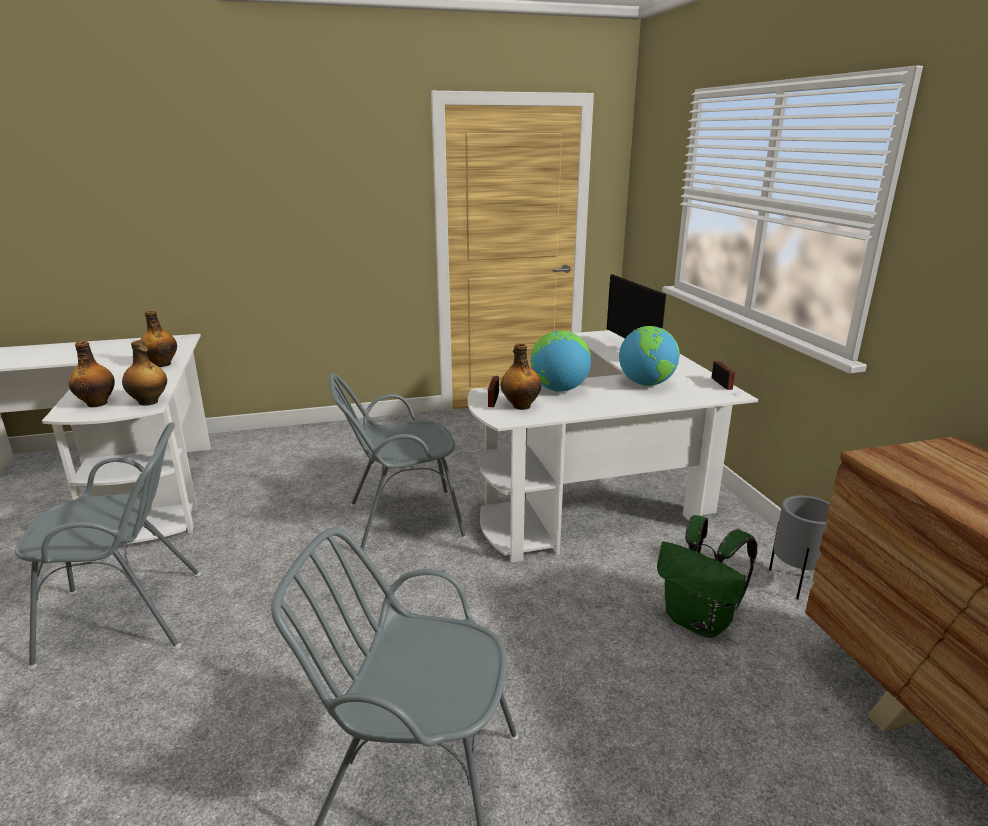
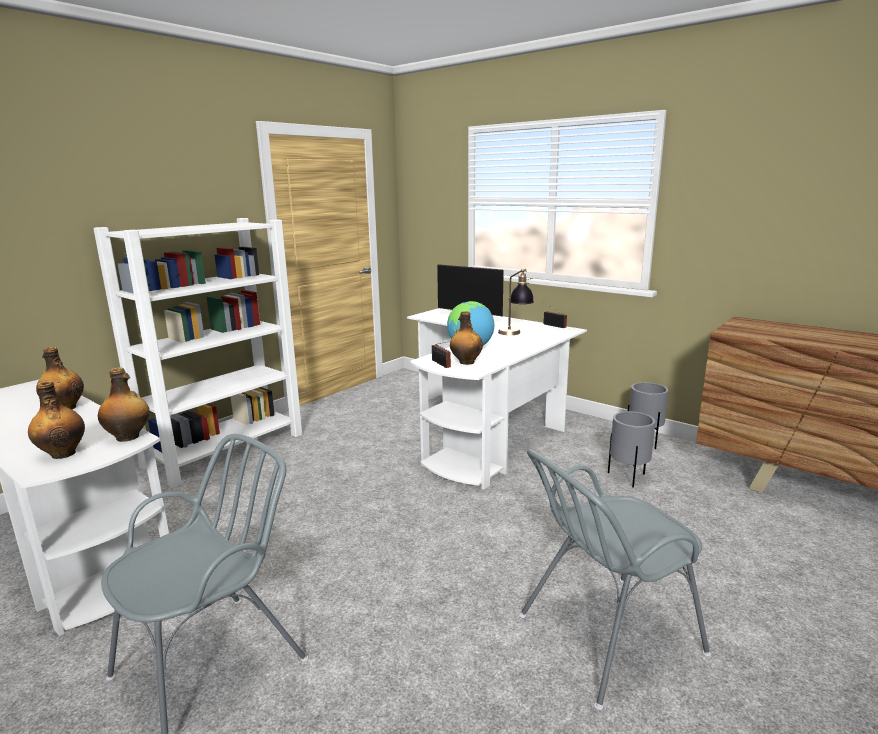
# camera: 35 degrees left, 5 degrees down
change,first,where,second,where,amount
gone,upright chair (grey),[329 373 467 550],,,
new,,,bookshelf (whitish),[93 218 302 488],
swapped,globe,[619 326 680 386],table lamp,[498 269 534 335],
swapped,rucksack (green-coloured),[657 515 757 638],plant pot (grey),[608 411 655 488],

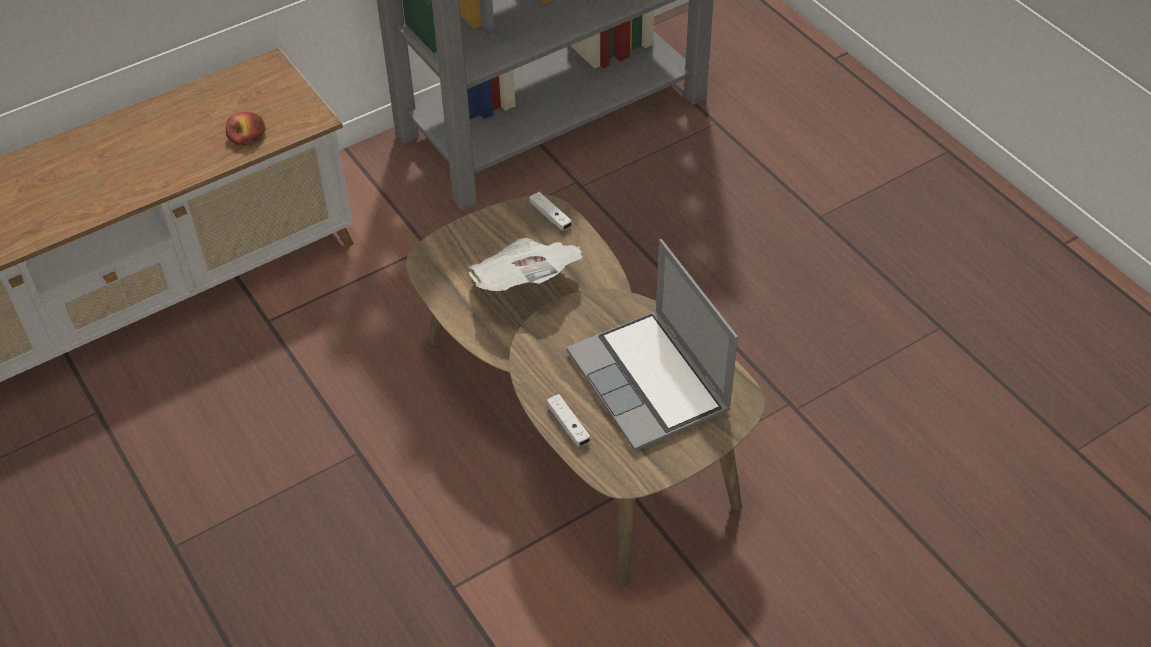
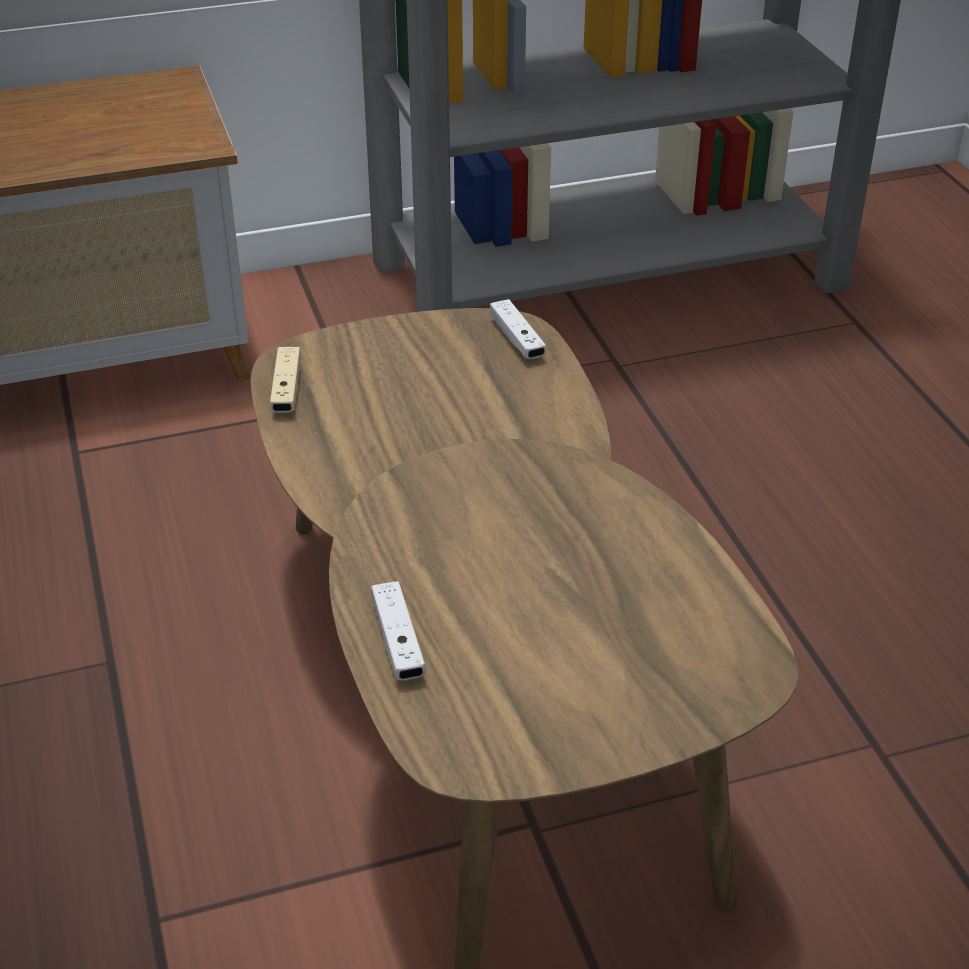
# camera: 15 degrees right, 10 degrees down
change,first,where,second,where,amount
gone,apple fruit,[226 112 266 146],,,
gone,newspaper,[468 238 583 291],,,
gone,laptop,[567 239 738 451],,,
new,,,gamepad (beige-coloured),[270 347 301 413],

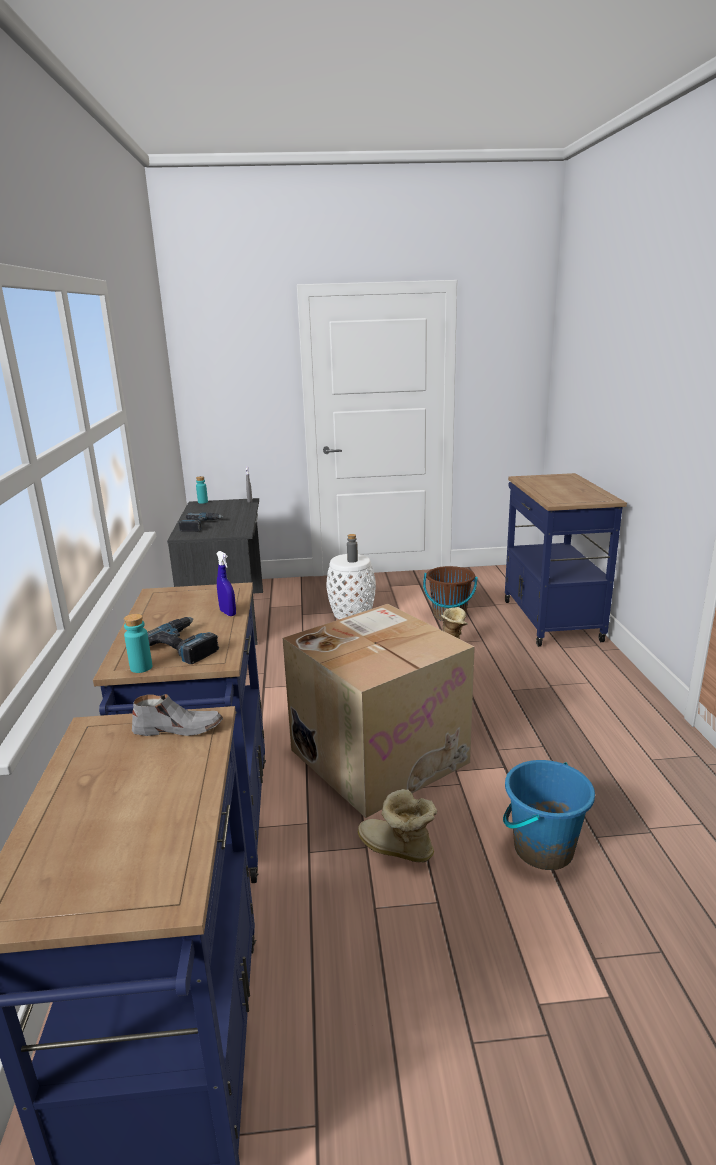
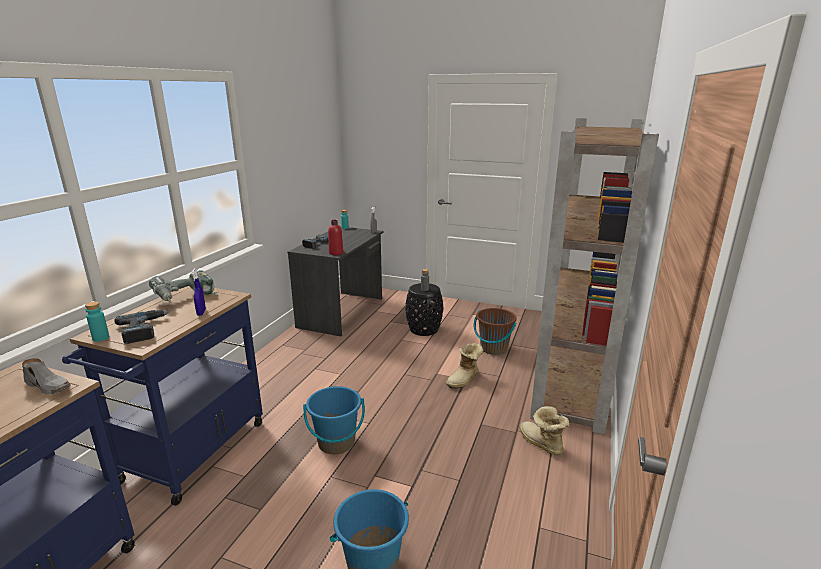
# camera: 25 degrees right, 0 degrees up
change,first,where,second,where,amount
new,,,drill,[149 270 218 303],
new,,,beverage bottle (reddish),[328 220 344 255],
shifted,high-top boot,[358 789 437 862],,[520 406 570 455],
swapped,cardboard box,[283 604 475 818],bucket (bluish),[303 386 365 454],
swapped,cart (bluish),[505 473 627 647],bookshelf (brown-coloured),[530 118 659 435],
repainted,sitting stool (whitish),[326 554 376 619],sitting stool (black-coloured),[405 283 443 336],

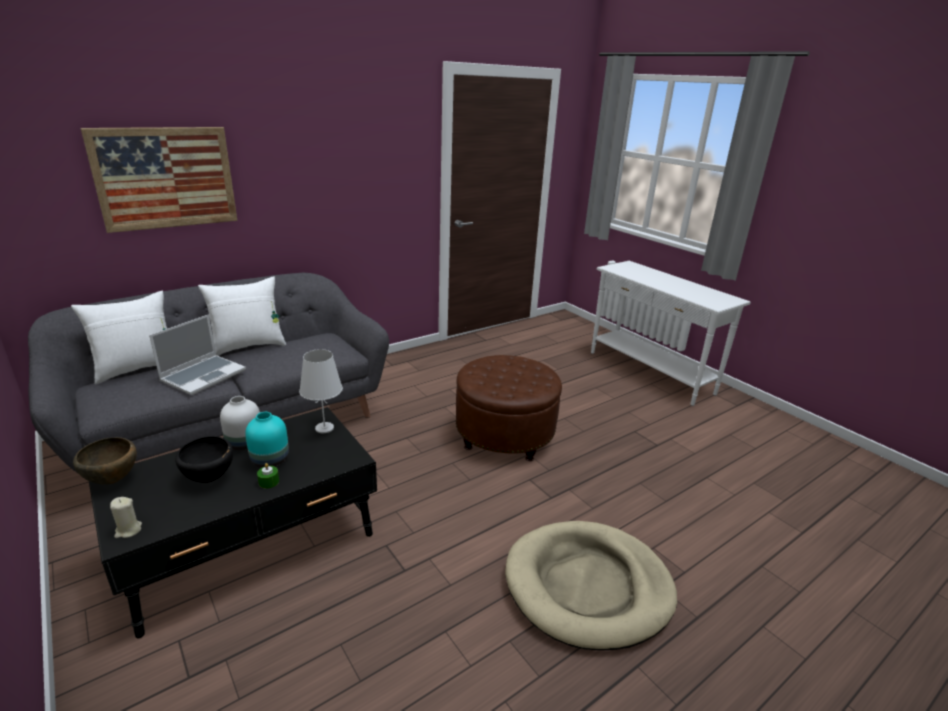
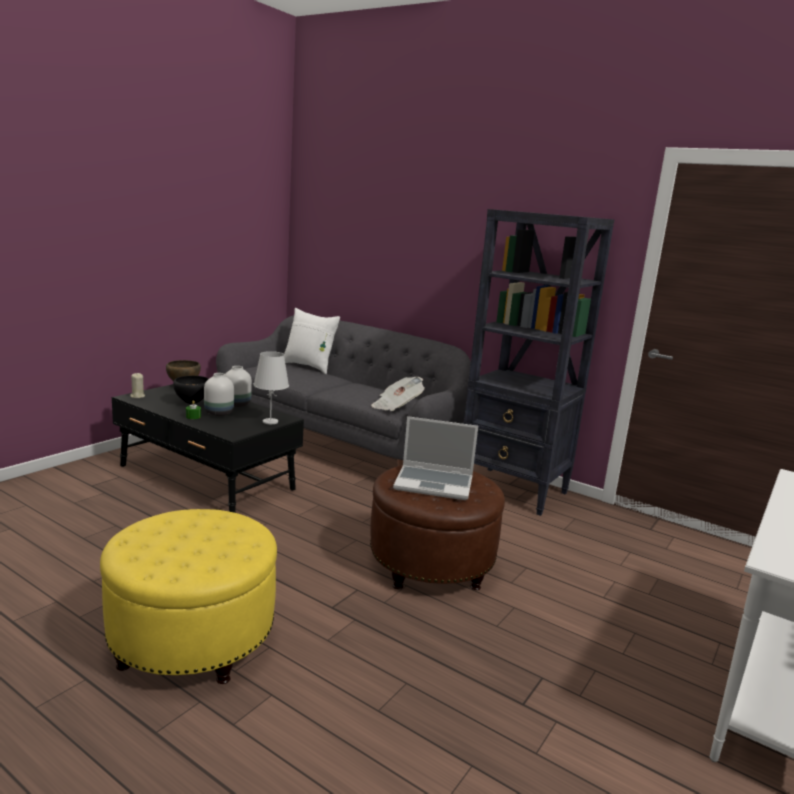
# camera: 70 degrees right, 10 degrees down
change,first,where,second,where,amount
gone,wall picture,[81 127 238 233],,,
gone,cushion (whitish),[198 276 286 356],,,
new,,,newspaper,[371 377 425 411],
new,,,bookshelf (black-coloured),[463 209 614 516],
shifted,laptop,[149 314 246 395],,[393 416 478 500],
swapped,pet bed (beige-coloured),[505 521 677 650],footrest (yellow-coloured),[100 509 277 684],
repainted,flower vase (turquoise-coloured),[245 412 289 468],flower vase (whitish),[204 373 234 416],

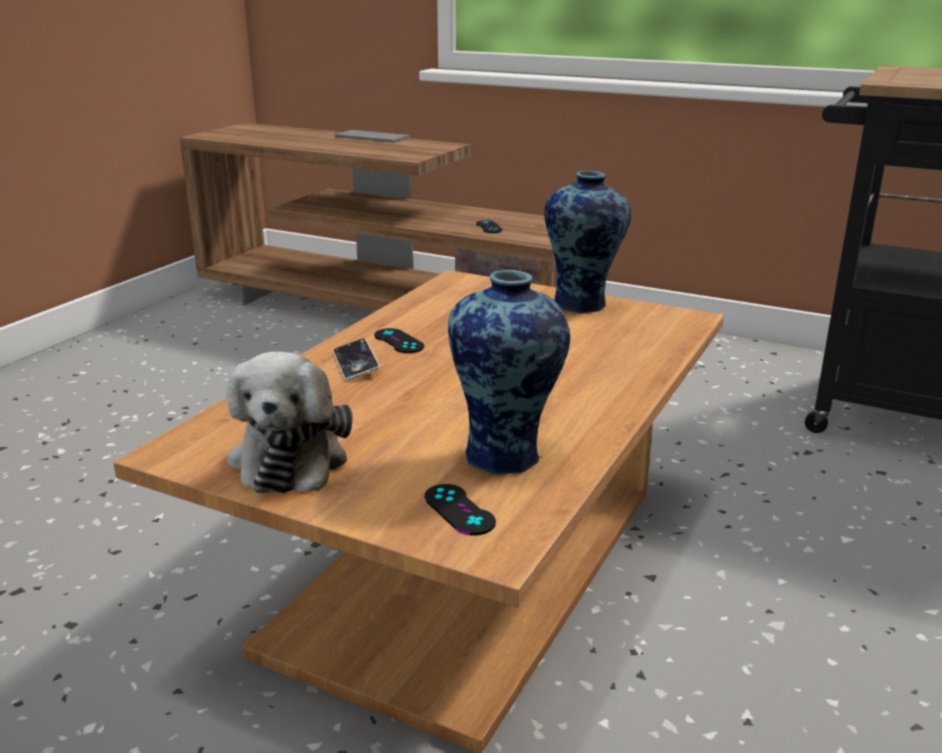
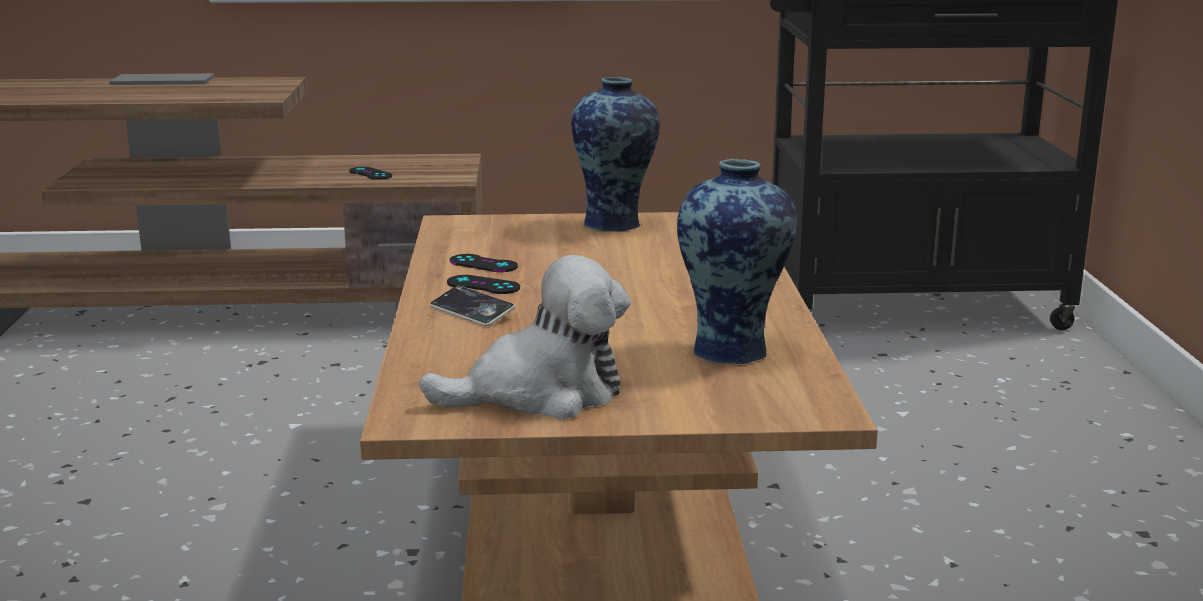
# camera: 30 degrees left, 5 degrees down
change,first,where,second,where,amount
shifted,gamepad (black-coloured),[424 484 496 536],,[450 254 518 272],
rotated,plush toy,[227 352 353 493],,[419 255 631 419],75 degrees counterclockwise

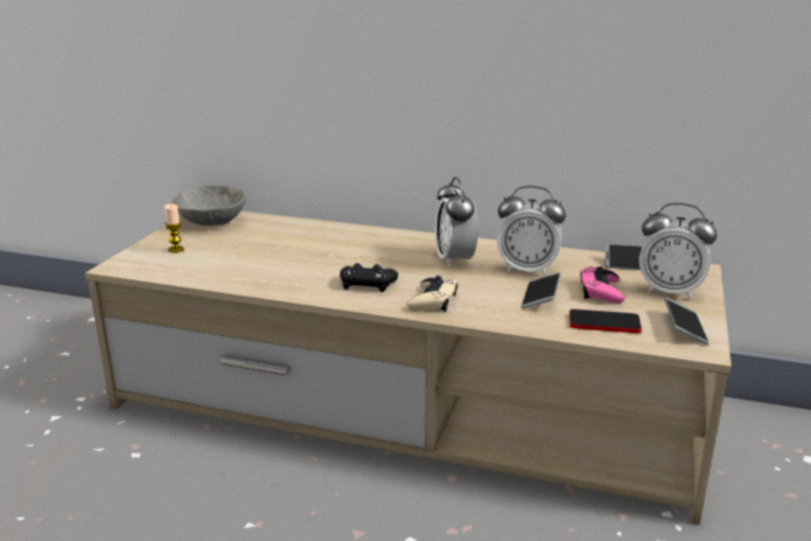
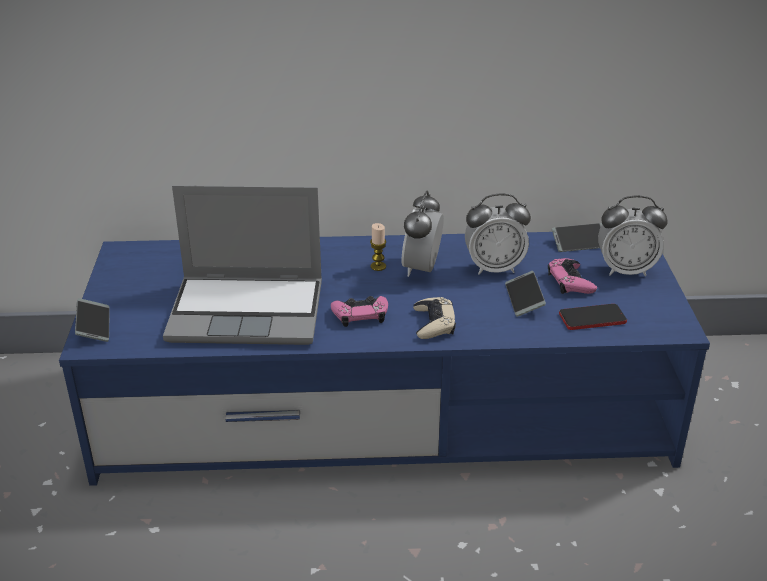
# camera: 20 degrees left, 10 degrees up
change,first,where,second,where,amount
gone,deep dish (grey),[173 185 246 226],,,
new,,,laptop,[163 185 322 345],
shifted,wax candle,[164 204 184 253],,[370 223 386 271],
shifted,phone,[664 297 709 345],,[75 298 110 342],
repainted,media console (beige-coloured),[85 211 731 525],media console (bluish),[59 232 710 486],
repainted,gamepad (black-coloured),[340 263 398 292],gamepad (pink),[331 296 388 327],
rotated,table clock,[435 177 478 268],,[402 191 444 277],45 degrees clockwise

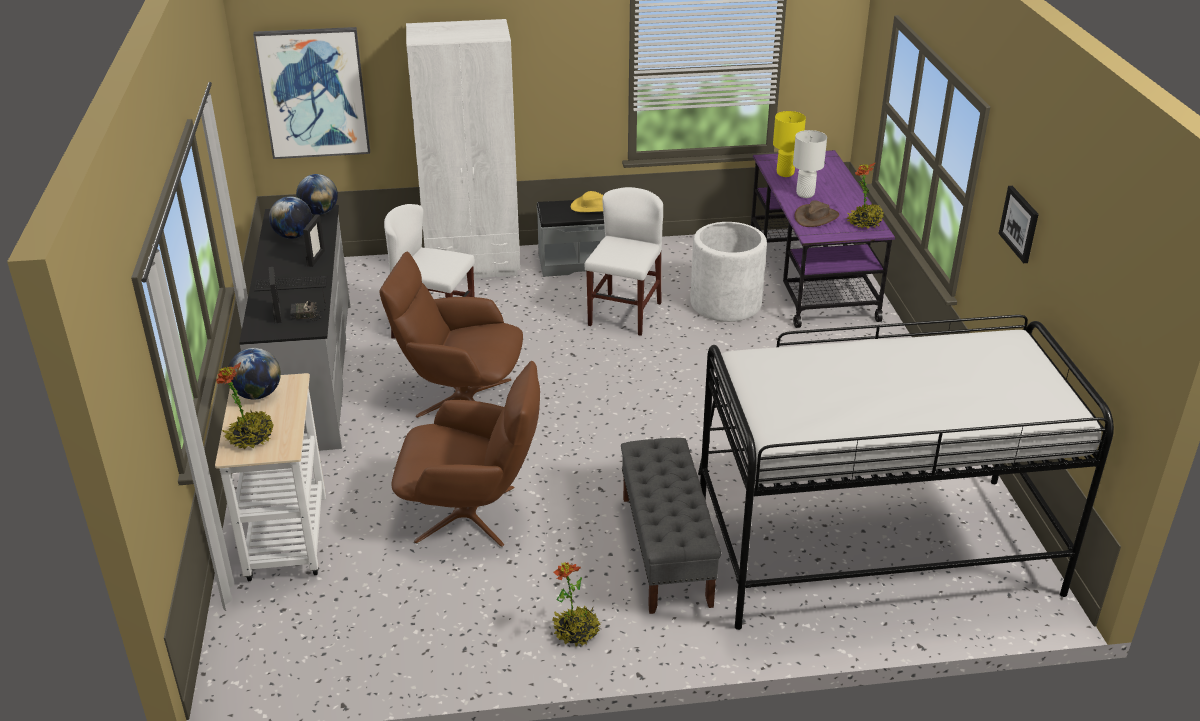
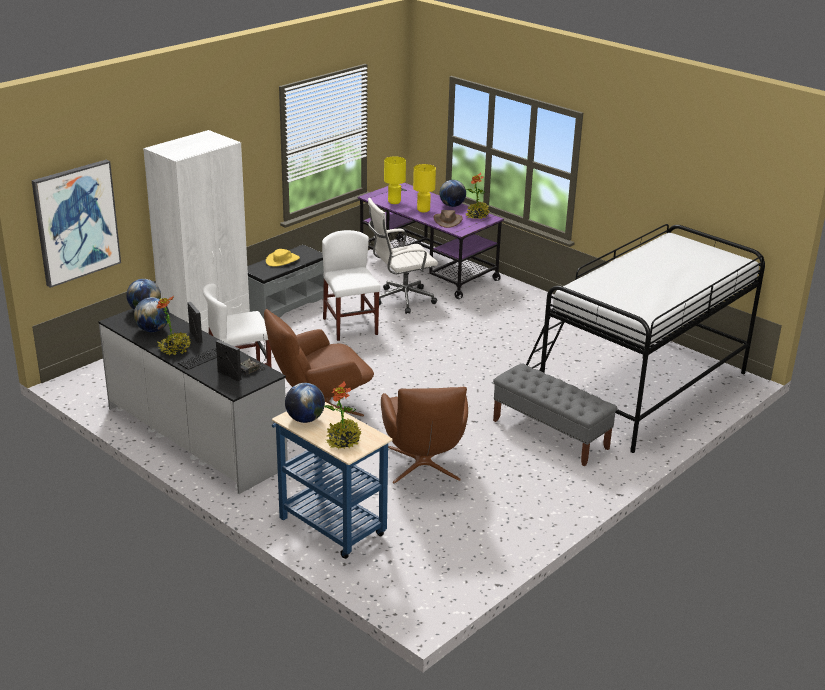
# camera: 40 degrees left, 5 degrees down
change,first,where,second,where,amount
gone,wall picture,[998 186 1039 263],,,
new,,,globe,[439 180 466 207],
shifted,potted plant,[552 563 602 647],,[157 296 191 355],
swapped,plant pot (whitish),[690 222 767 322],desk chair (whitish),[368 198 438 314],
repainted,cart (whitish),[215 373 326 581],cart (bluish),[272 402 392 559],
repainted,table lamp (whitish),[793 130 827 198],table lamp (yellow-coloured),[413 164 436 212],
rotated,armchair (brown-coloured),[391 361 540 548],,[381 387 468 484],120 degrees clockwise

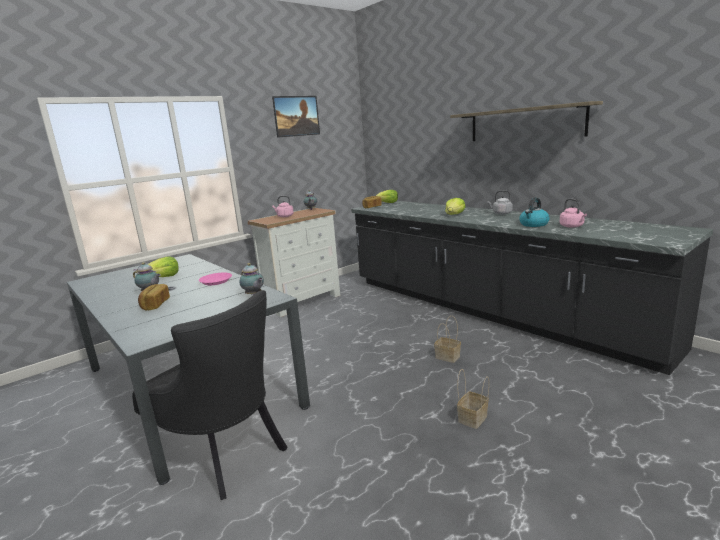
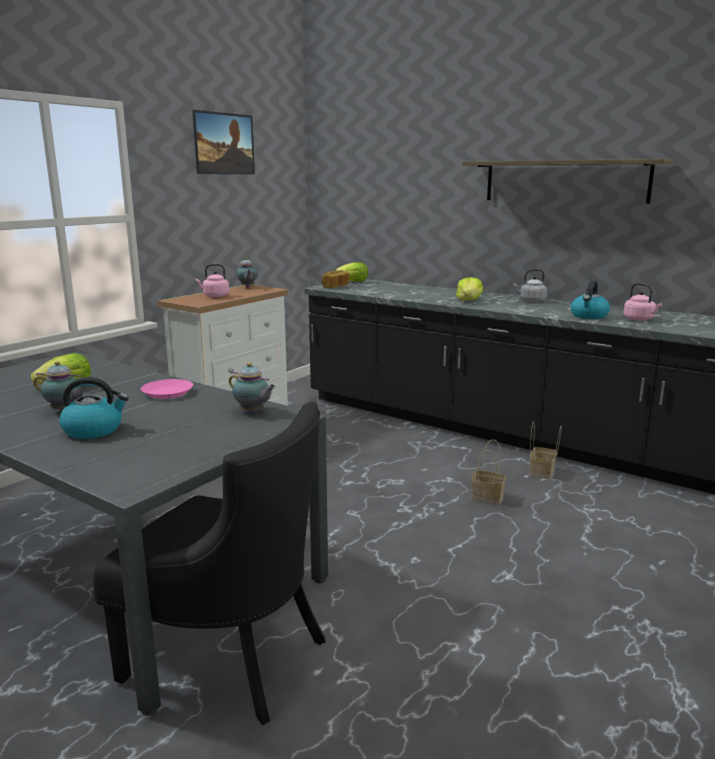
# camera: 15 degrees left, 0 degrees up
change,first,where,second,where,amount
shifted,household basket,[457 369 489 429],,[529 421 562 479],
swapped,baked bread,[138 284 170 310],kettle,[59 377 129 439],

